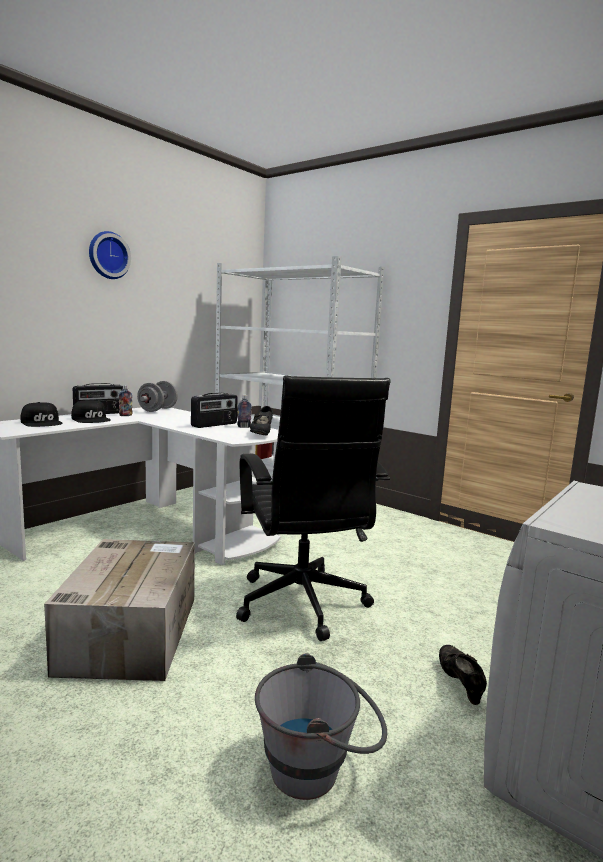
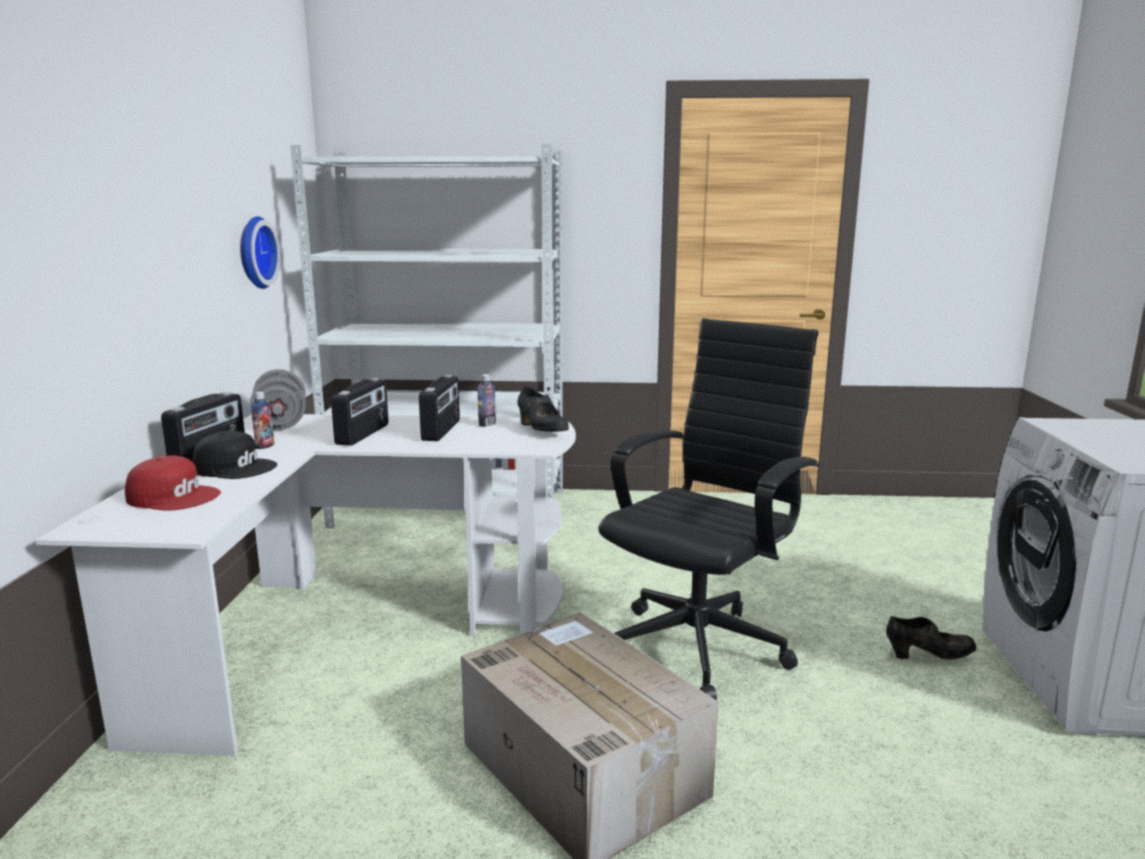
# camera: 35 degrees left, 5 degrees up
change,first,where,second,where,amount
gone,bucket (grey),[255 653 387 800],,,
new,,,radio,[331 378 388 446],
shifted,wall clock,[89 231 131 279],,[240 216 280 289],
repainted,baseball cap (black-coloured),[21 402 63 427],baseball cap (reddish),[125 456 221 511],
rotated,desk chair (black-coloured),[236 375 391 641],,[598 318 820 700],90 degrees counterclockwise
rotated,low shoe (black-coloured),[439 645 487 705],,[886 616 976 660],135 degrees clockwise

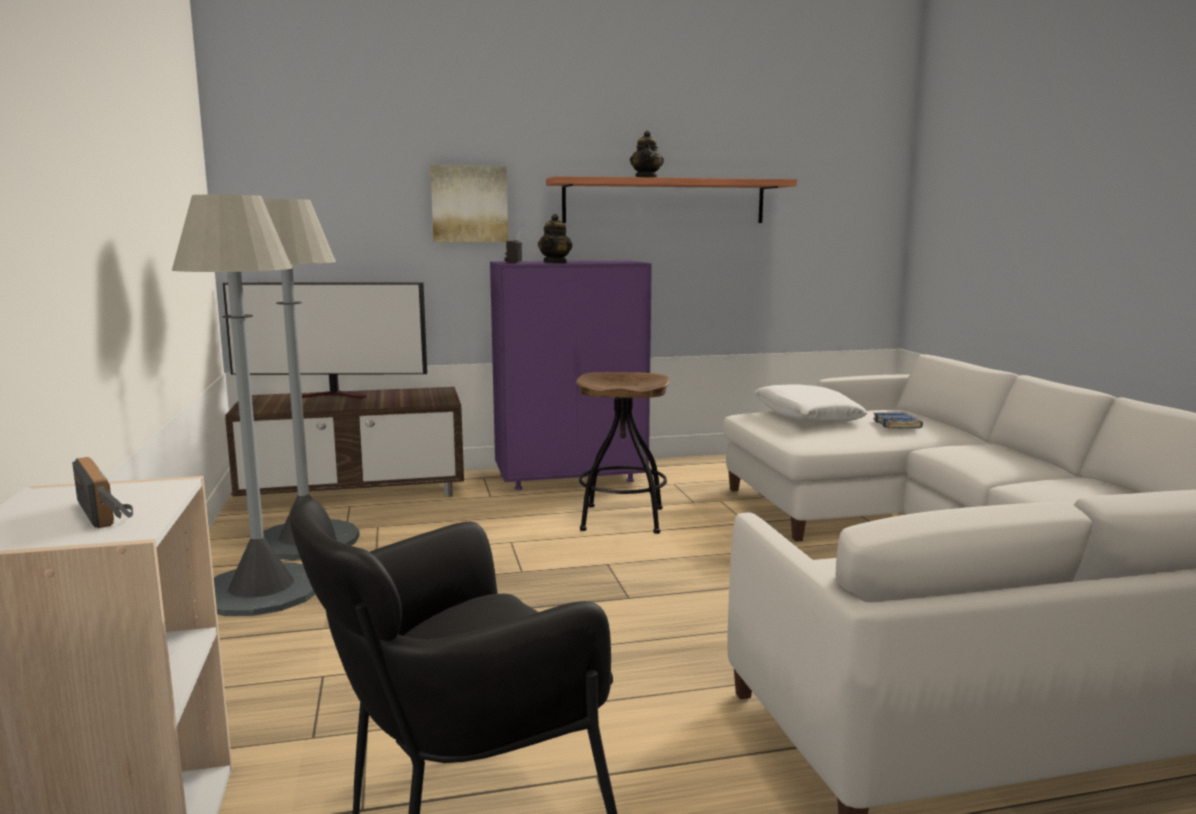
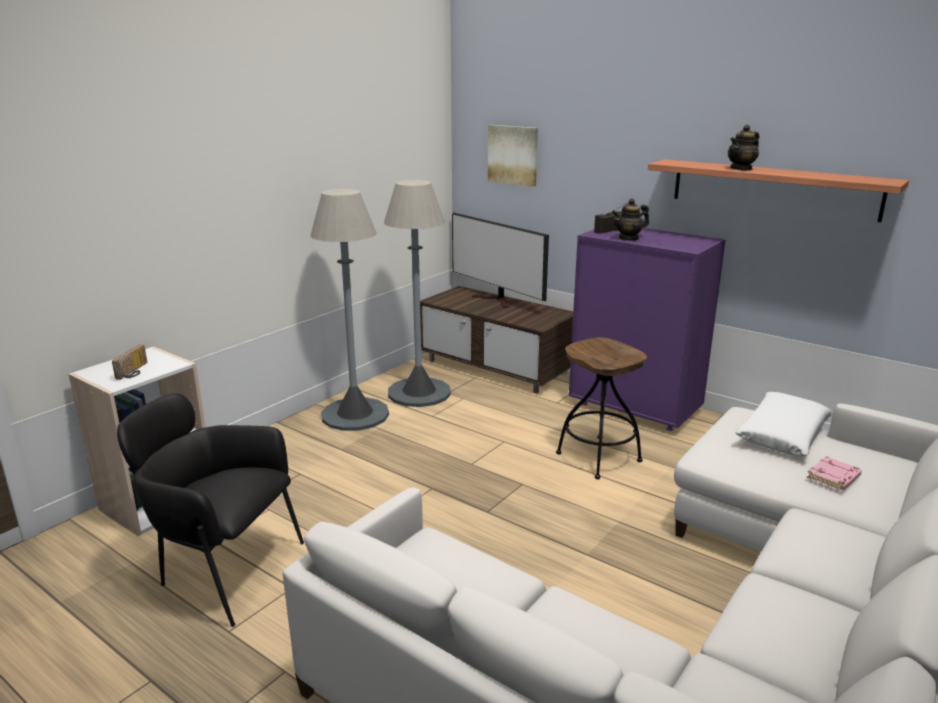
# camera: 50 degrees right, 10 degrees up
change,first,where,second,where,amount
shifted,wall picture,[430 165 508 242],,[488 125 538 187],
repainted,book (bluish),[873 412 923 429],book (pink),[807 456 862 491],

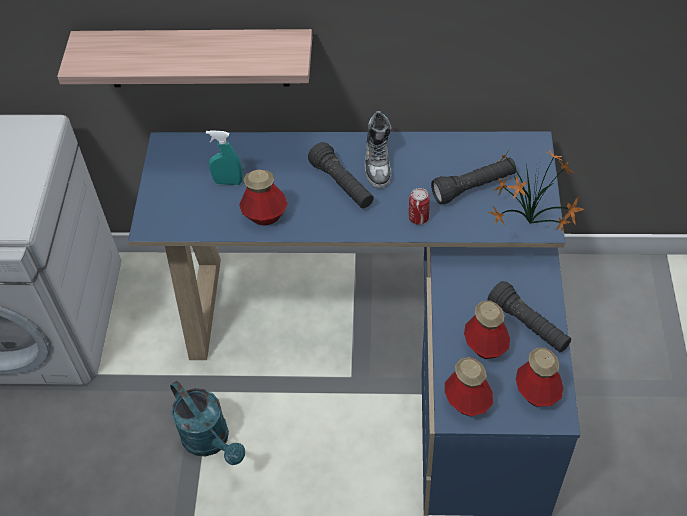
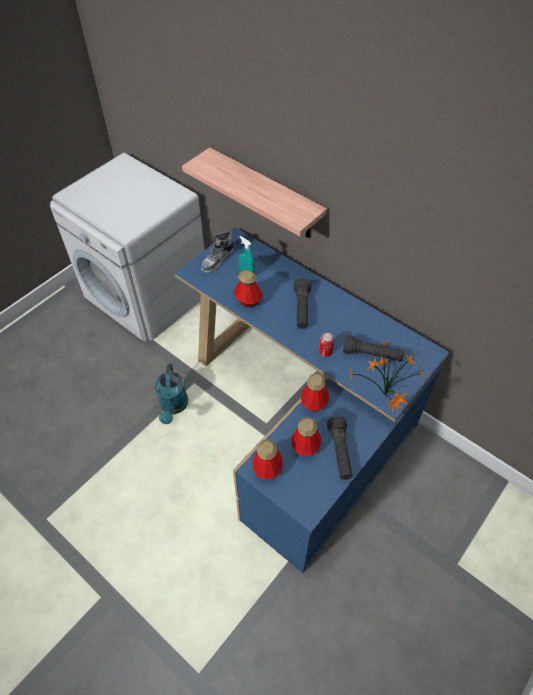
# camera: 35 degrees right, 0 degrees up
change,first,where,second,where,amount
shifted,low shoe,[365 111 392 188],,[201 231 234 273],
shifted,beverage bottle,[516 348 563 407],,[301 373 329 411],

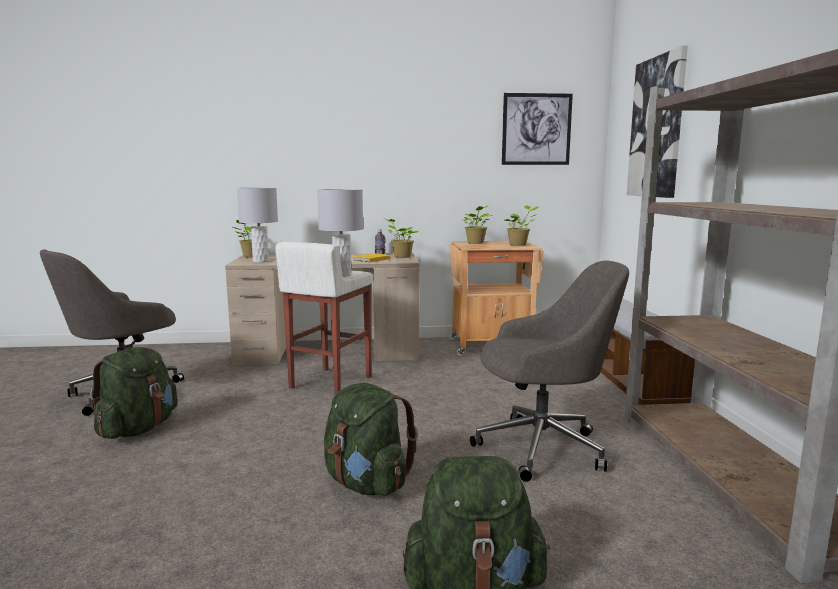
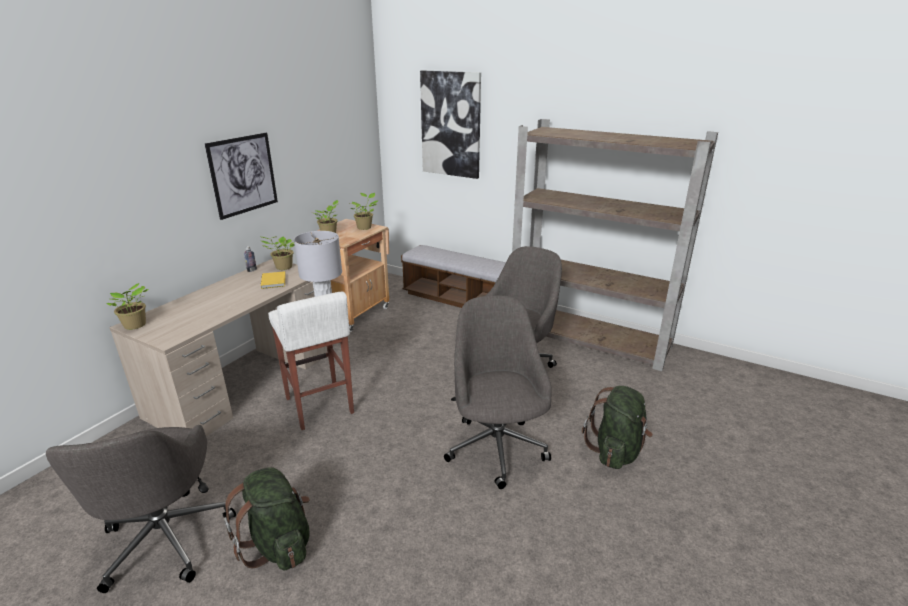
# camera: 55 degrees left, 15 degrees up
change,first,where,second,where,amount
gone,table lamp (grey),[237 188 278 262],,,
shifted,wall picture,[502 93 573 165],,[205 133 278 220],
swapped,rucksack (green-coloured),[324 383 418 496],desk chair (grey),[444 296 552 489],

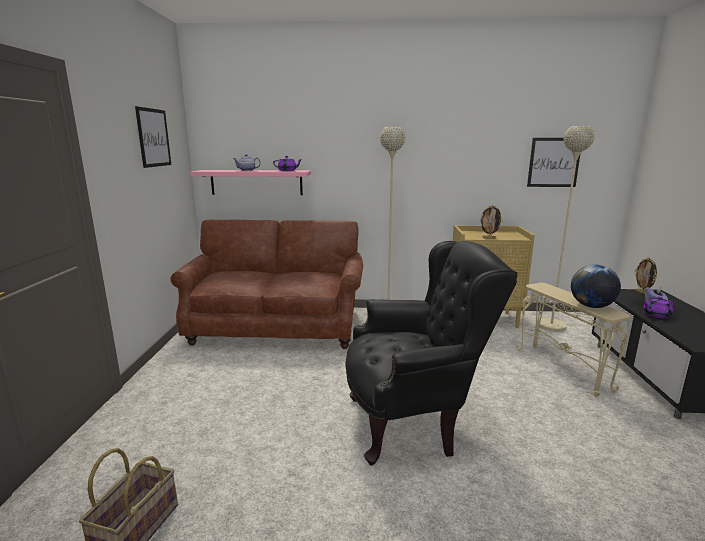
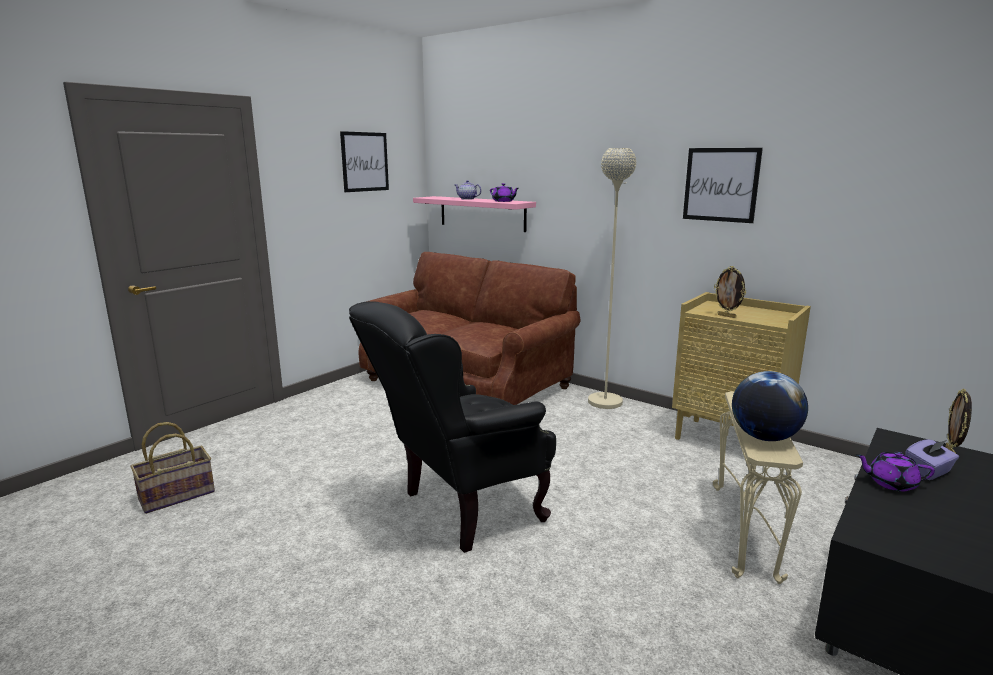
# camera: 35 degrees right, 0 degrees up
change,first,where,second,where,amount
gone,standing lamp (beige-coloured),[537 126 595 332],,,
shifted,wall picture,[527 138 580 187],,[683 148 763 223],
rotated,armchair (black-coloured),[345 241 518 466],,[349 301 556 553],120 degrees clockwise

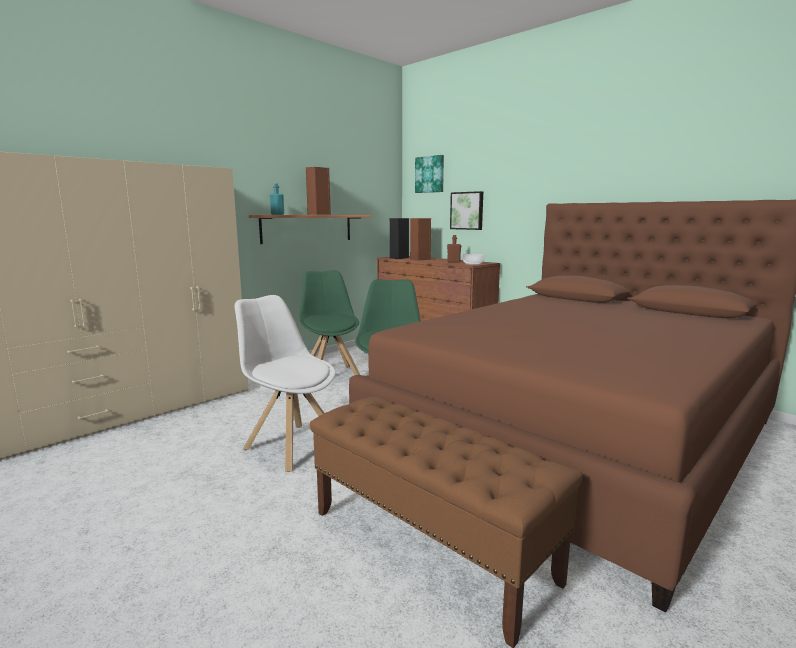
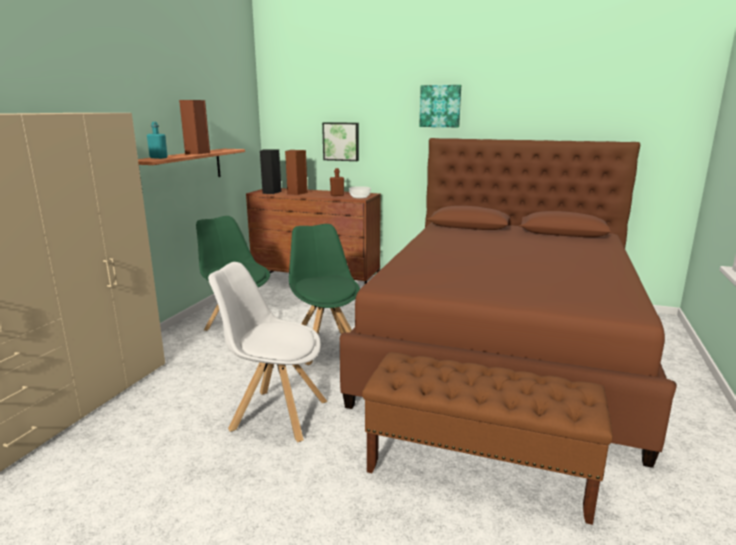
# camera: 25 degrees left, 5 degrees up
change,first,where,second,where,amount
shifted,wall picture,[415 155 444 193],,[419 85 461 127],

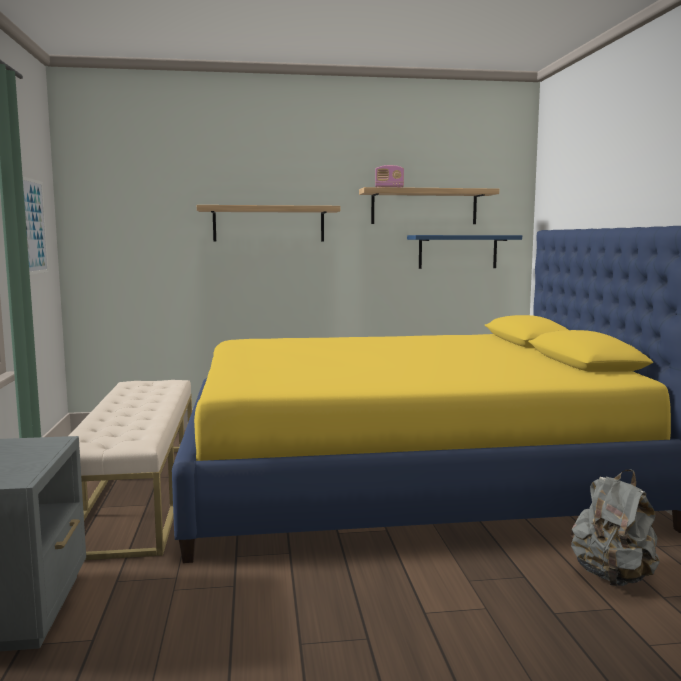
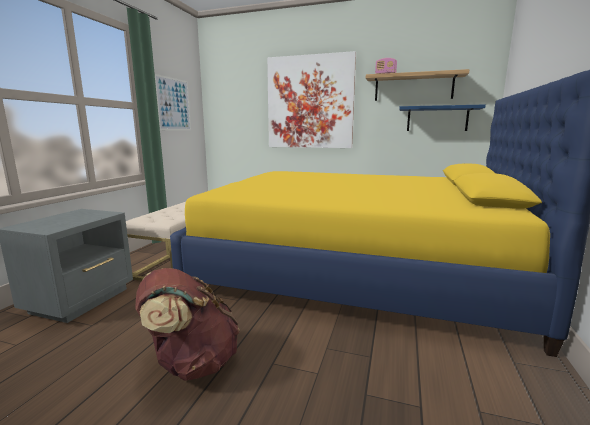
# camera: 25 degrees right, 5 degrees up
change,first,where,second,where,amount
gone,rucksack (grey),[571 469 660 586],,,
new,,,rucksack (brown-coloured),[136 268 240 381],
swapped,shelf,[197 205 340 242],wall picture,[267 51 356 148],

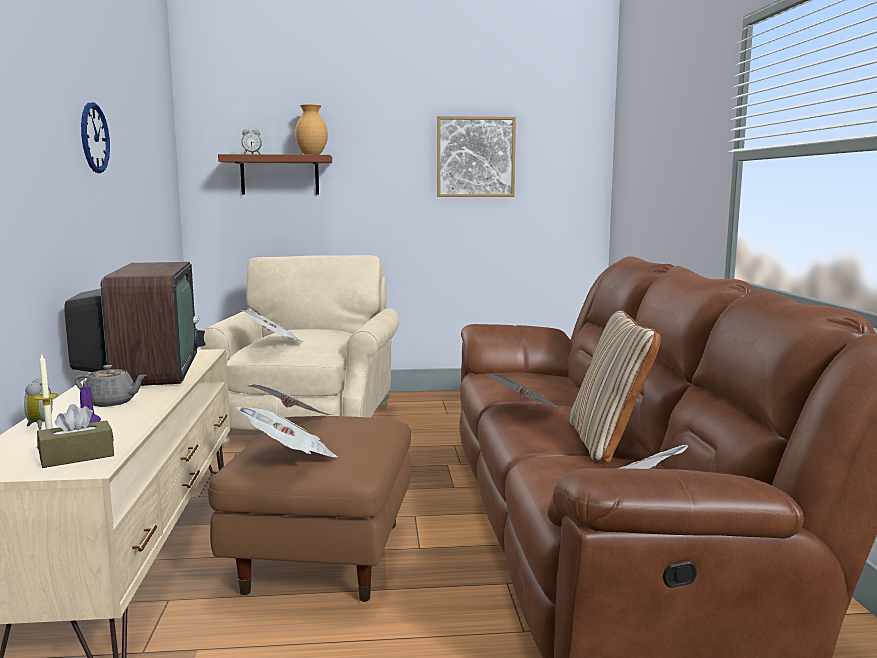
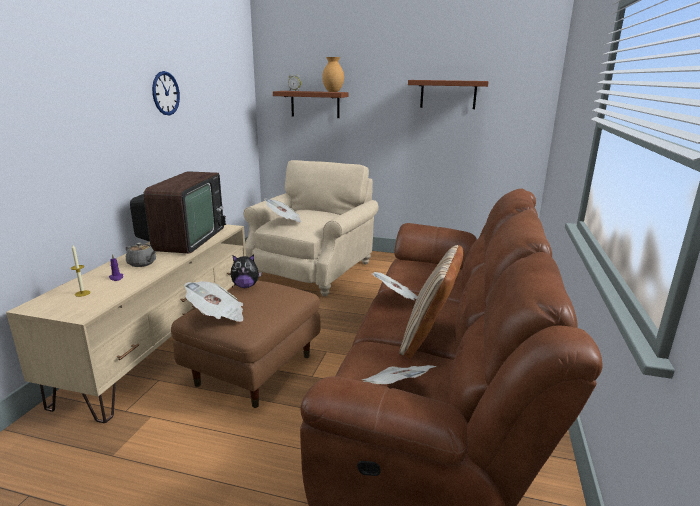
# camera: 20 degrees right, 10 degrees up
change,first,where,second,where,amount
gone,table clock,[24 377 53 430],,,
gone,tissue box (brown-coloured),[37 404 114 468],,,
swapped,newspaper,[249 384 332 415],plush toy,[231 255 262 288],
swapped,wall picture,[437 116 516 197],shelf (brown-coloured),[408 80 489 109],

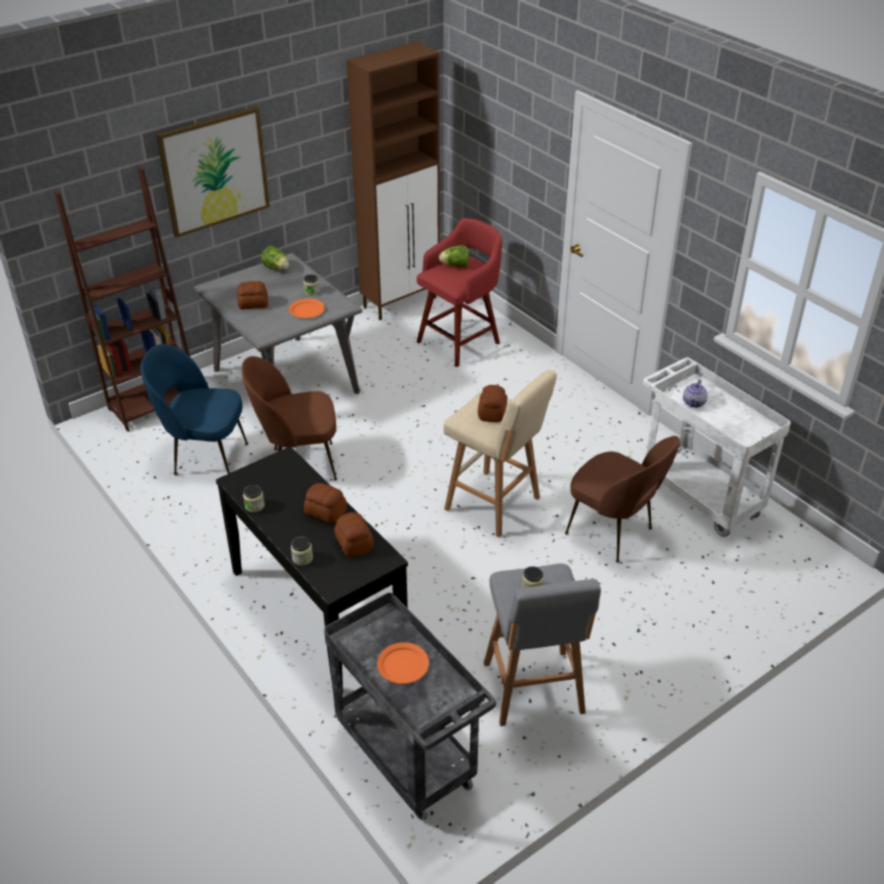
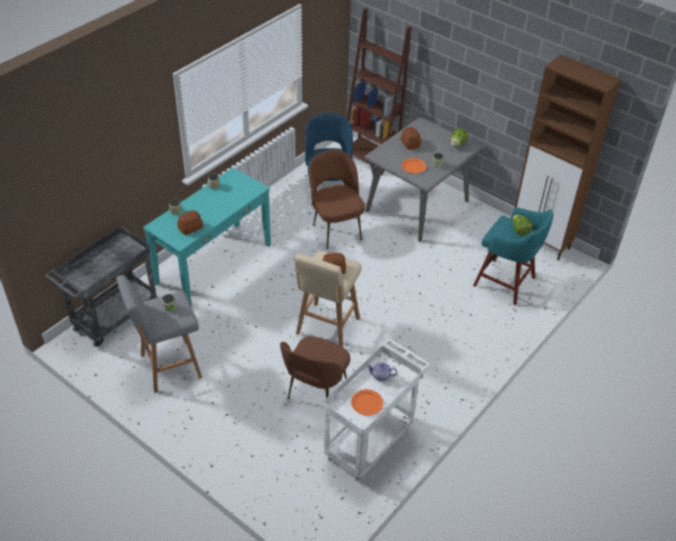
# camera: 75 degrees right, 5 degrees up
change,first,where,second,where,amount
gone,wall picture,[156 107 270 238],,,
gone,baked bread,[304 483 347 524],,,
shifted,plate (orange),[377 642 429 684],,[351 389 383 416],
repainted,narrow table (black-coloured),[216 446 408 693],narrow table (turquoise-coloured),[143 168 271 306],
repainted,sitting stool (reddish),[417 218 502 367],sitting stool (turquoise-coloured),[473 208 553 305],

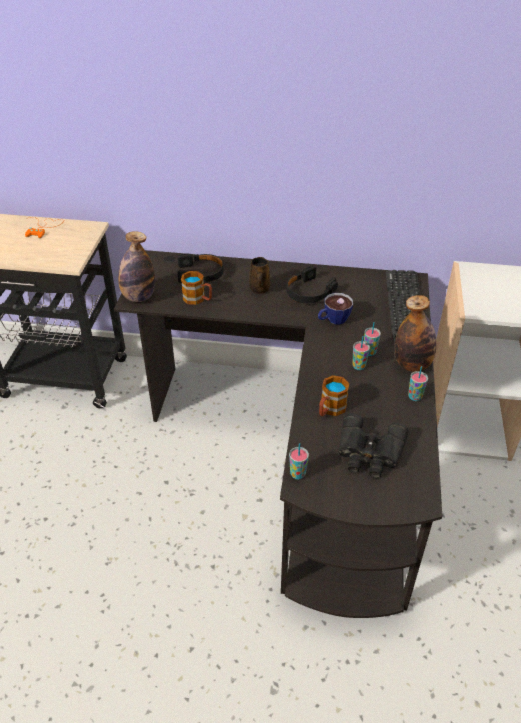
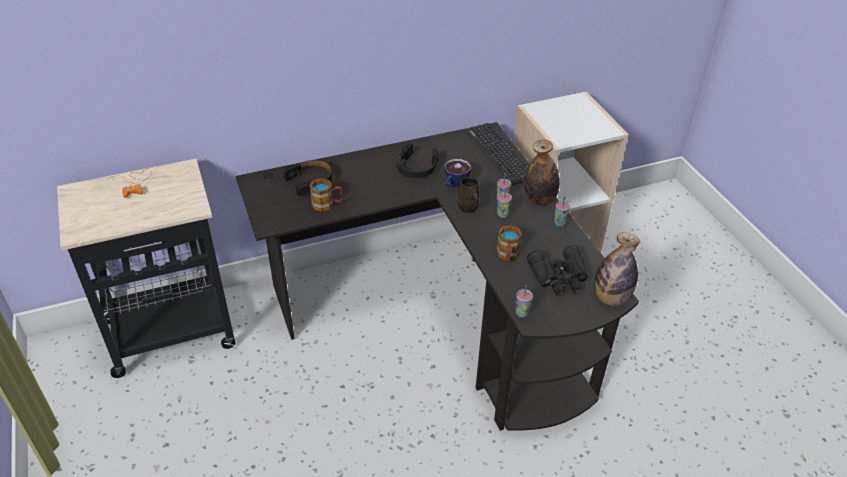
# camera: 30 degrees left, 0 degrees up
change,first,where,second,where,amount
shifted,beverage bottle,[118 231 155 302],,[594 232 640 306],
shifted,mug (brown-coloured),[249 257 270 294],,[458 177 479 213],

